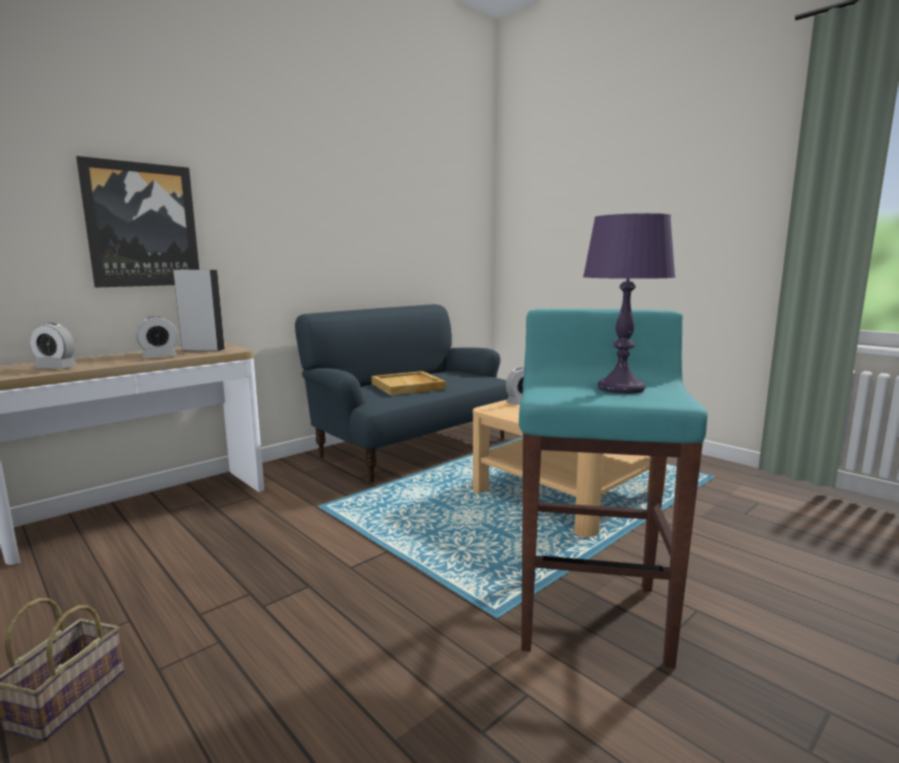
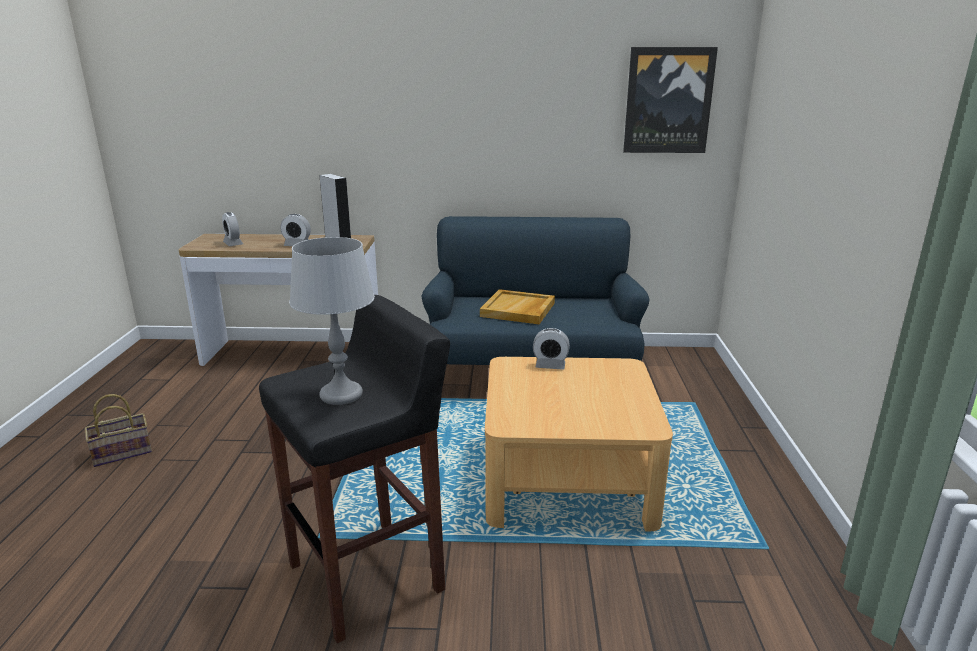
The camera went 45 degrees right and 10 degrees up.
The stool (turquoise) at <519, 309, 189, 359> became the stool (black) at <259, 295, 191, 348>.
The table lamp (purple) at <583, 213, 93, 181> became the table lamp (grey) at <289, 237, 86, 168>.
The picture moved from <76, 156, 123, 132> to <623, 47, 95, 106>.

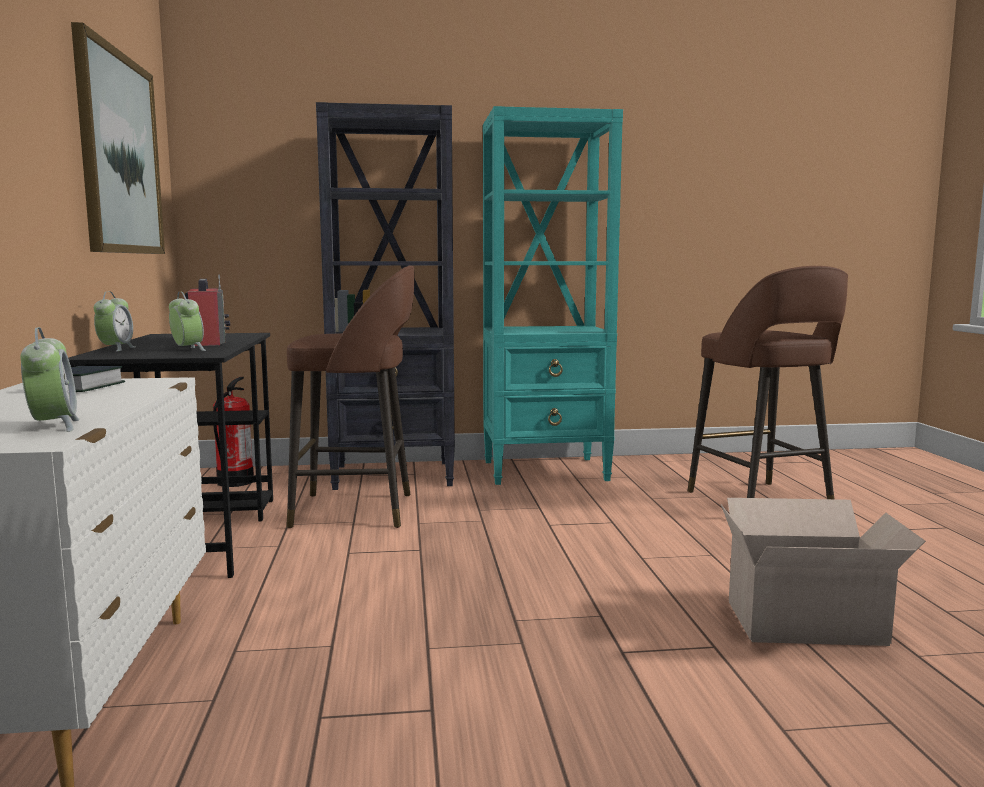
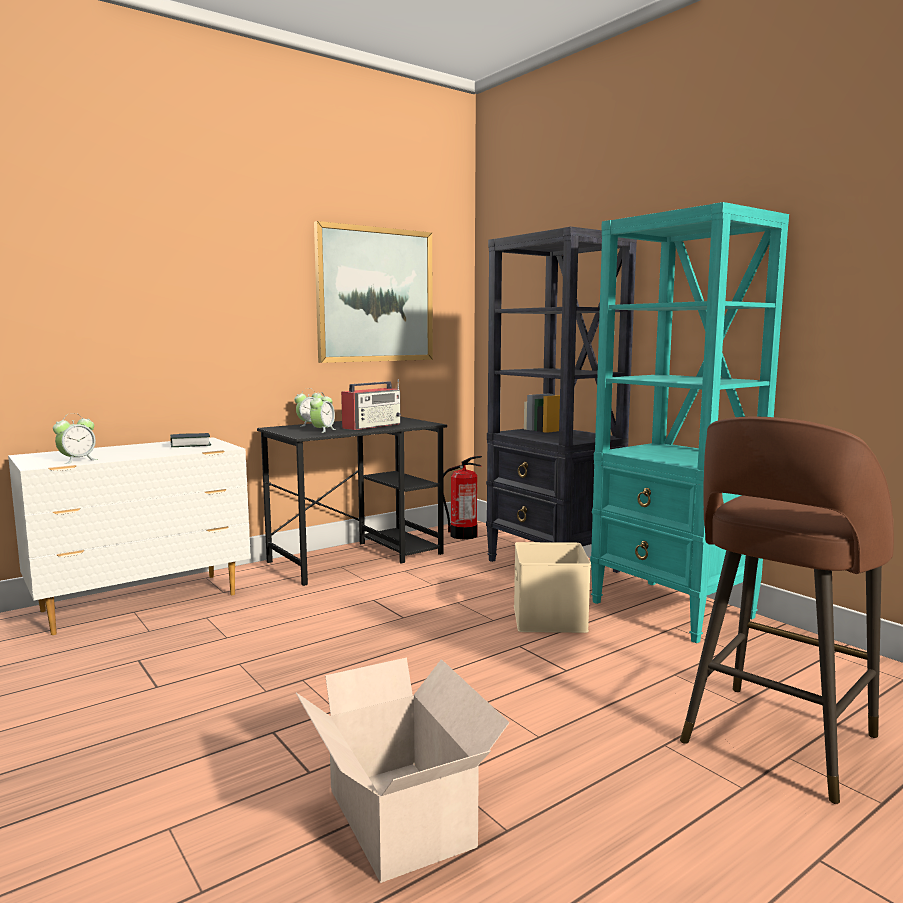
The camera went 60 degrees right and 0 degrees up.
The storage box (beige) at <514, 542, 77, 91> appeared.
The stool (brown) at <286, 266, 129, 262> disappeared.

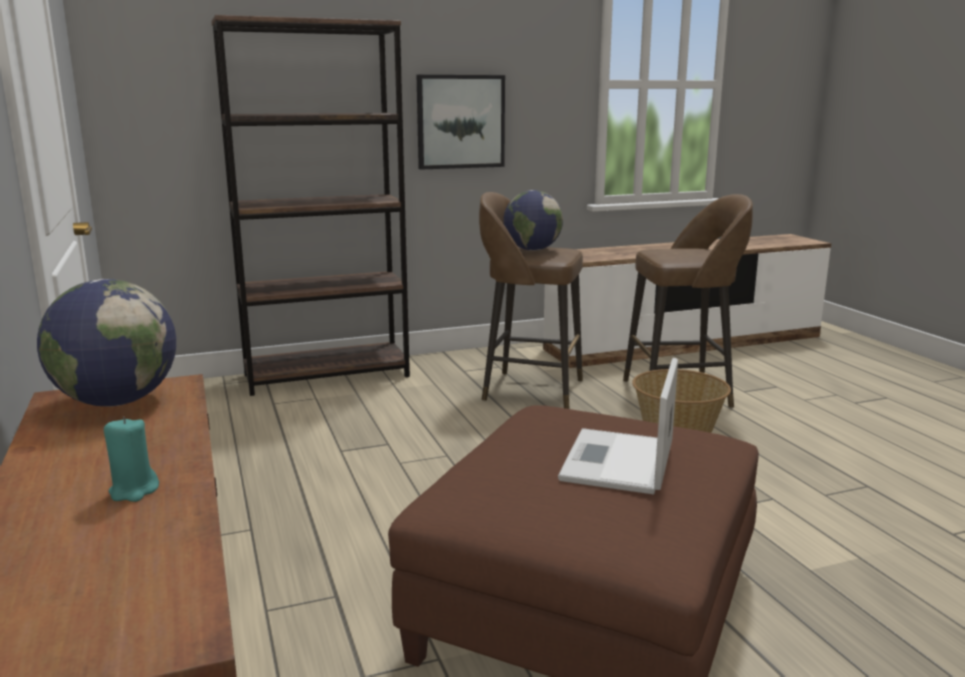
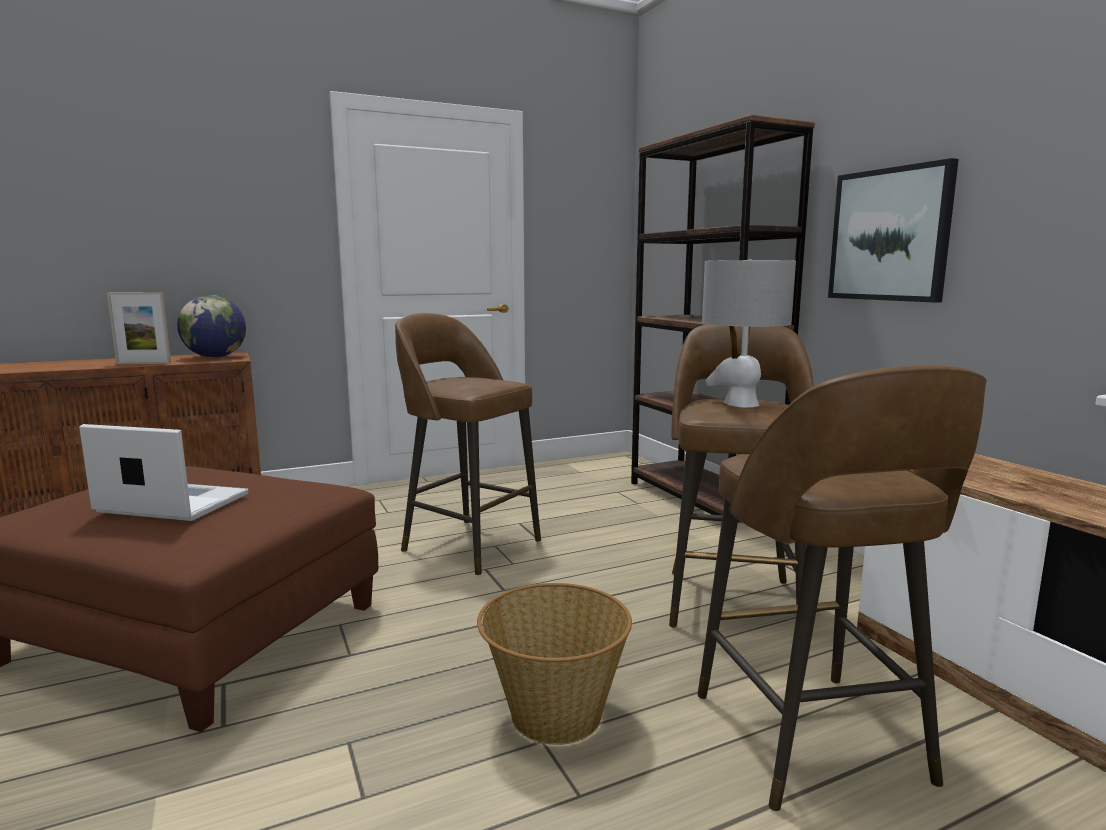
The camera went 85 degrees right and 5 degrees down.
The picture frame at <107, 292, 64, 72> appeared.
The stool (brown) at <395, 313, 146, 263> appeared.
The globe at <503, 190, 60, 61> was replaced by the table lamp (grey) at <702, 259, 94, 149>.
The candle (turquoise) at <104, 417, 55, 85> disappeared.

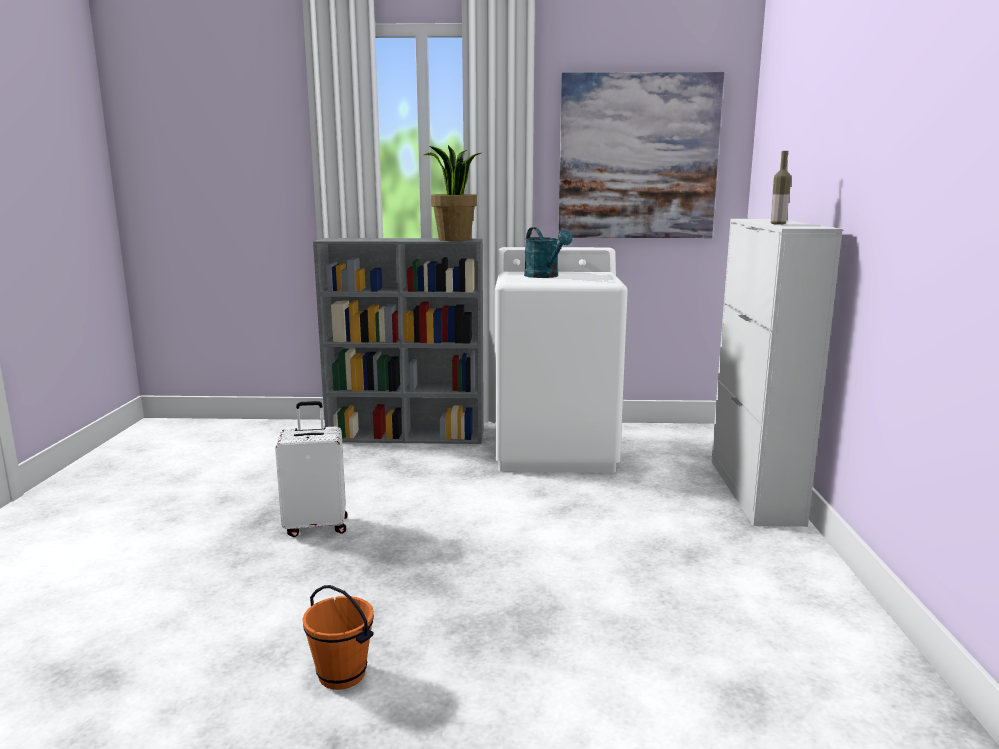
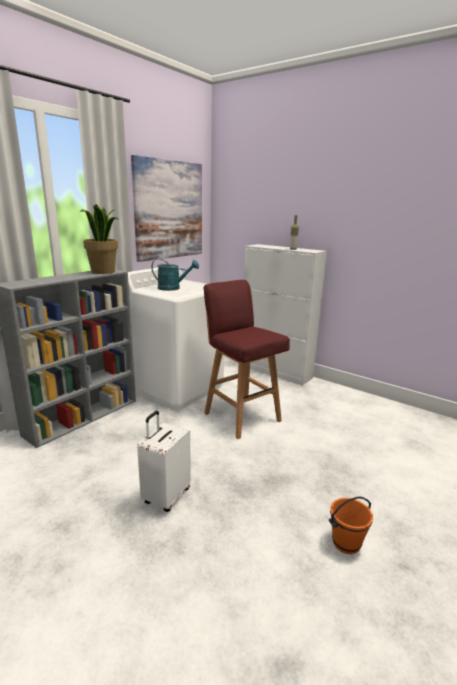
The camera went 55 degrees left and 5 degrees up.
The stool (red) at <203, 280, 87, 159> appeared.

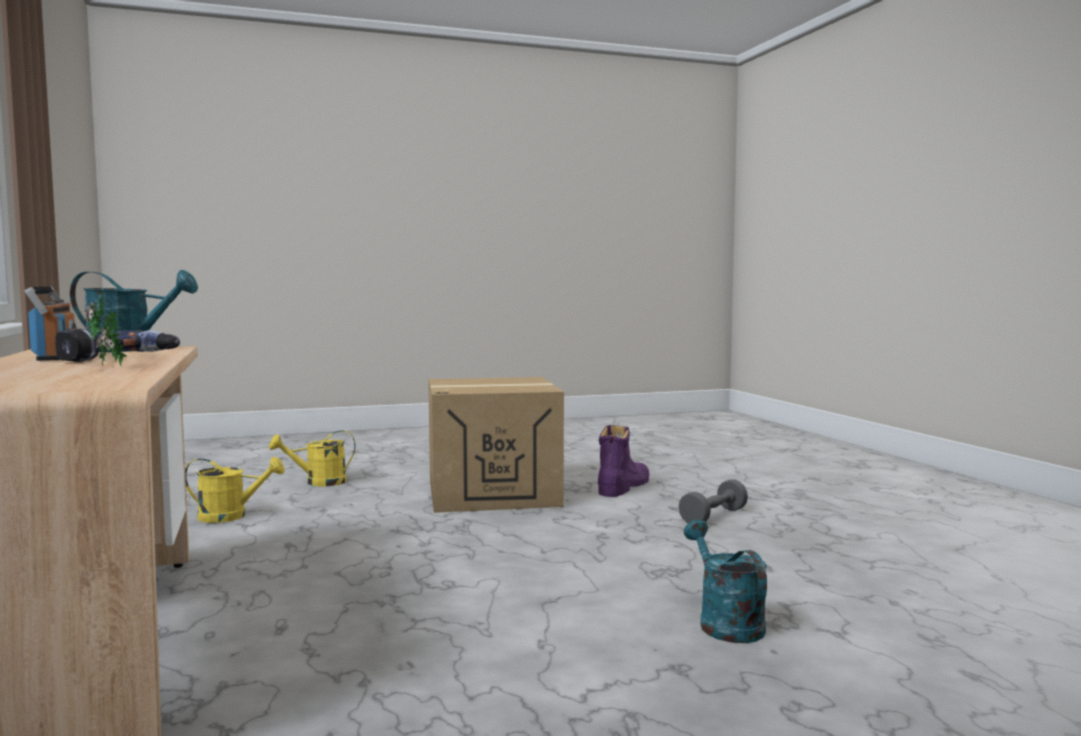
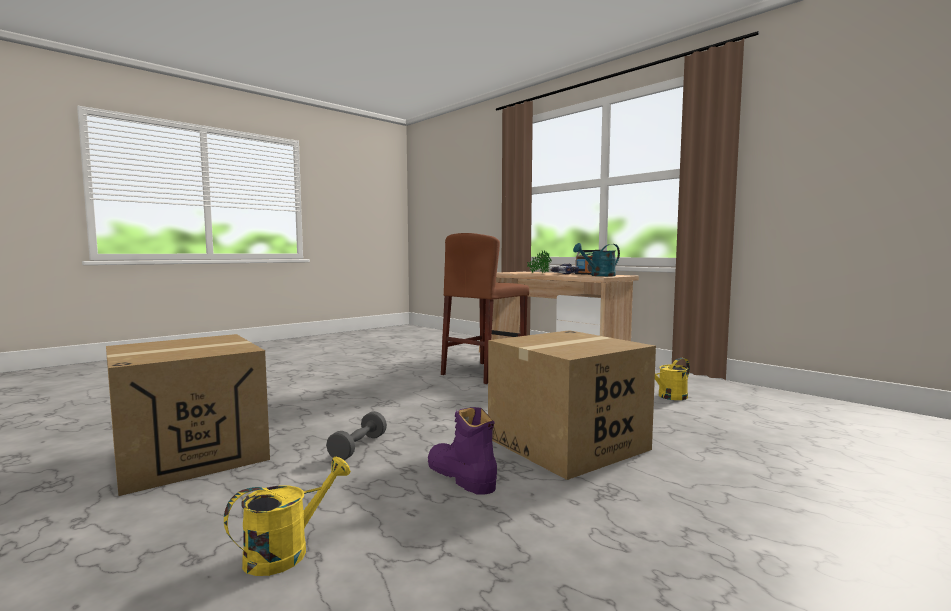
The camera went 155 degrees right and 0 degrees up.
The cardboard box at <106, 334, 164, 162> appeared.
The watering can (yellow) moved from <269, 430, 87, 56> to <224, 457, 127, 119>.
The boot (purple) at <598, 425, 51, 72> turned 135 degrees clockwise.
The stool (brown) at <441, 233, 88, 151> appeared.
The watering can (turquoise) at <684, 520, 83, 123> disappeared.

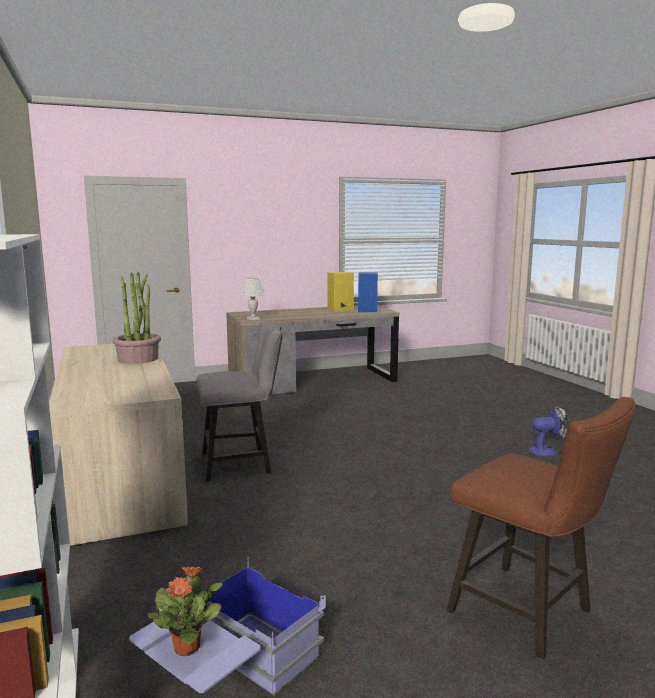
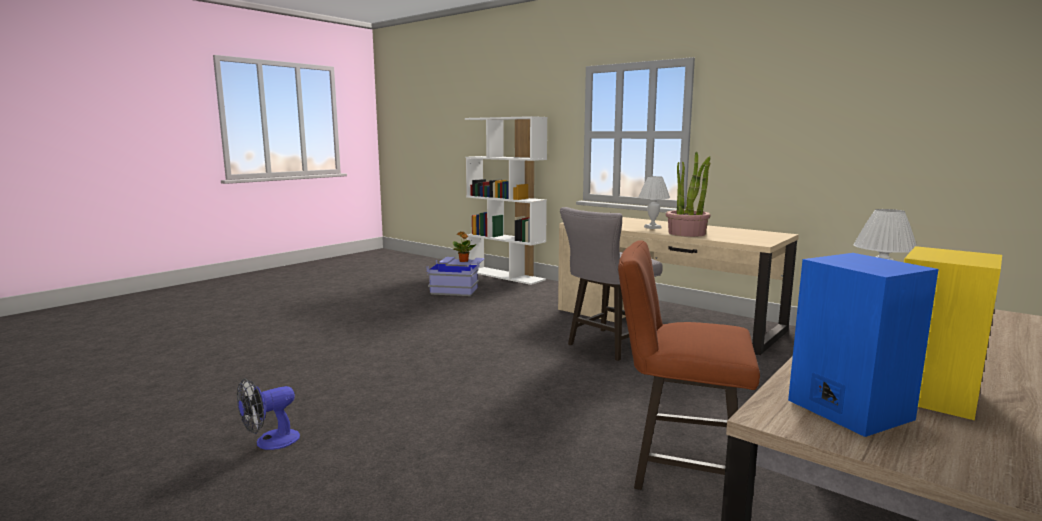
The camera went 150 degrees right and 0 degrees up.
The stool (brown) moved from <447, 397, 189, 262> to <618, 241, 142, 249>.
The table lamp (white) at <638, 176, 32, 53> appeared.

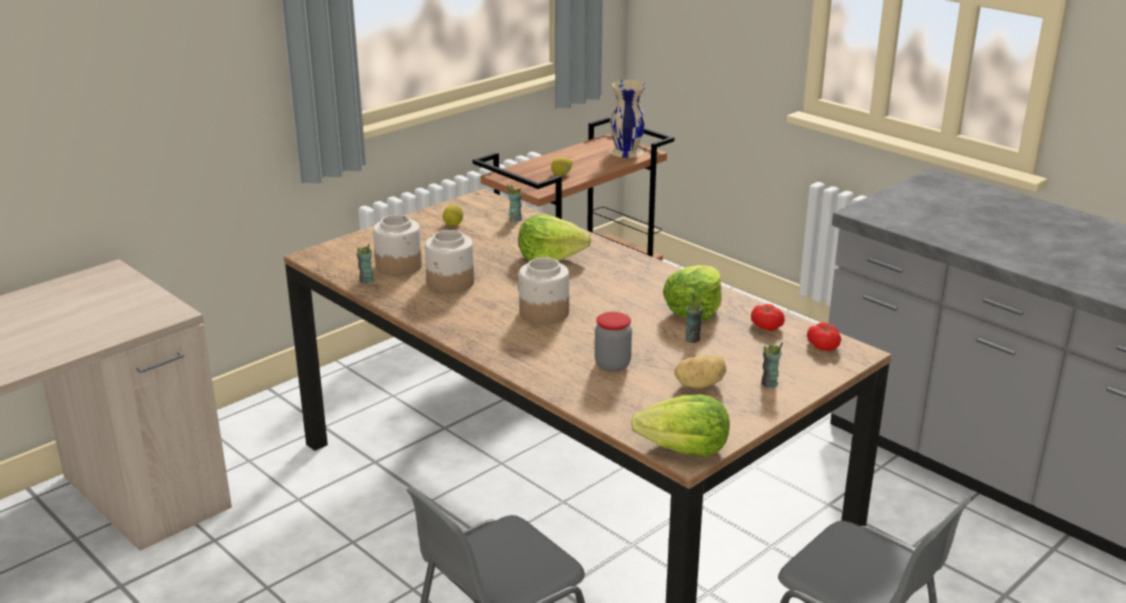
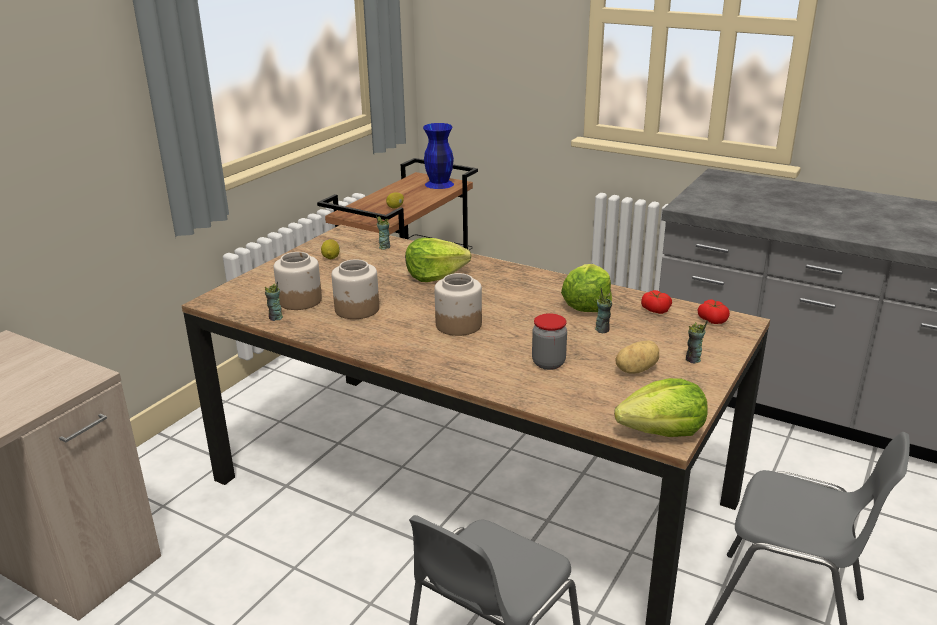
The camera went 15 degrees left and 0 degrees up.
The vase (beige) at <610, 80, 36, 78> became the vase (blue) at <423, 123, 31, 66>.

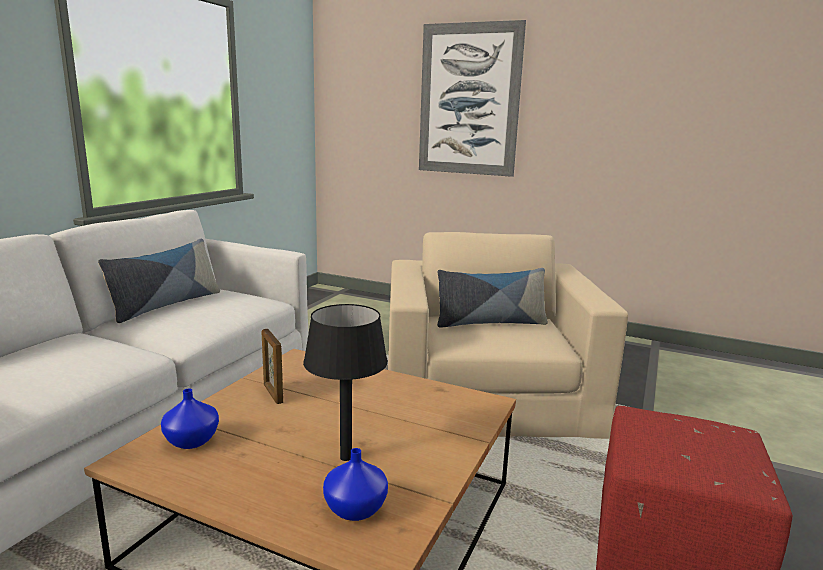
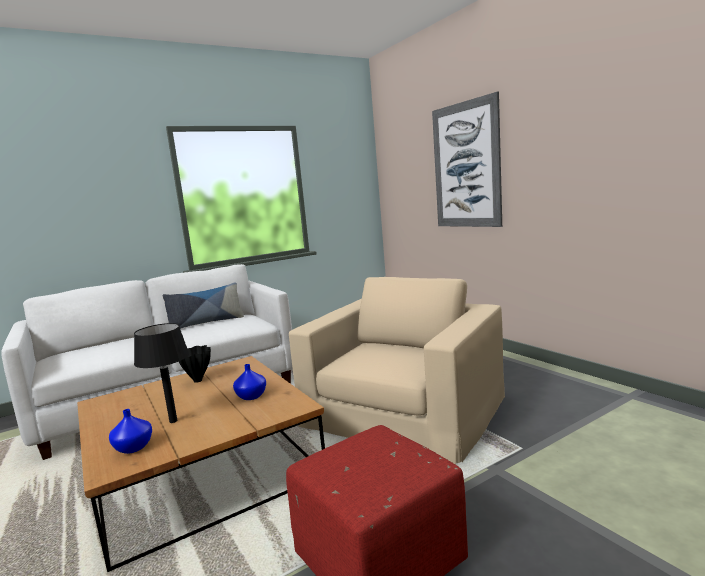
The camera went 35 degrees right and 5 degrees down.
The picture frame at <262, 329, 21, 75> was replaced by the vase (black) at <179, 345, 32, 38>.
The vase (blue) moved from <161, 389, 58, 60> to <233, 364, 33, 36>.
The pillow at <437, 268, 111, 60> disappeared.

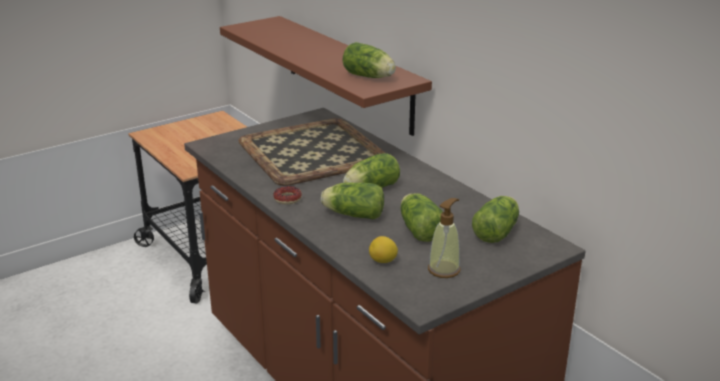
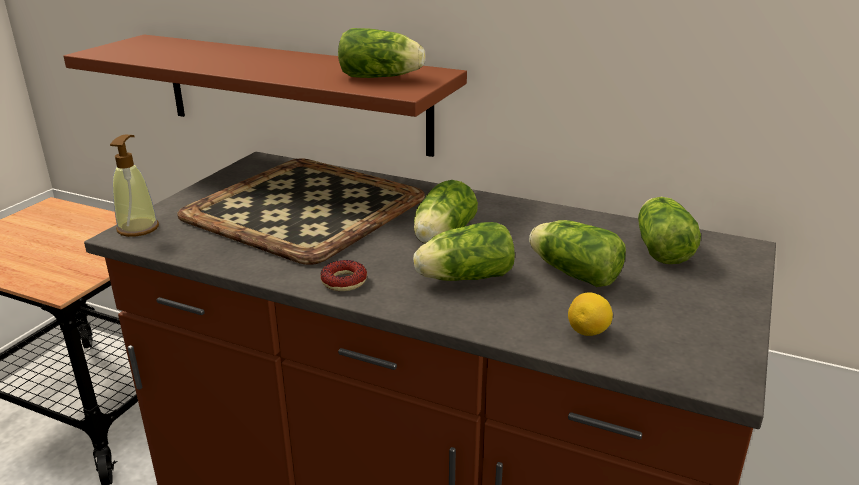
The camera went 30 degrees left and 0 degrees up.
The soap dispenser moved from <428, 198, 33, 80> to <110, 135, 49, 102>.

